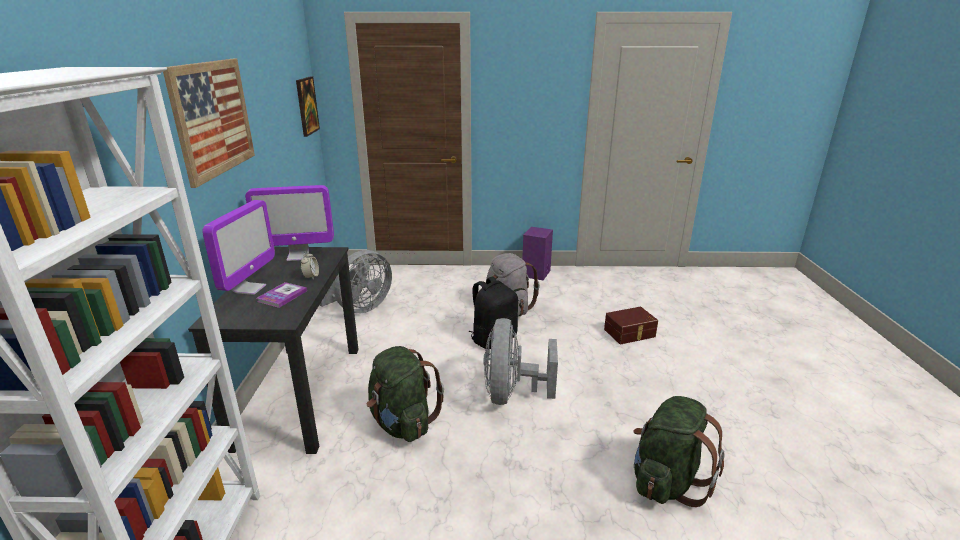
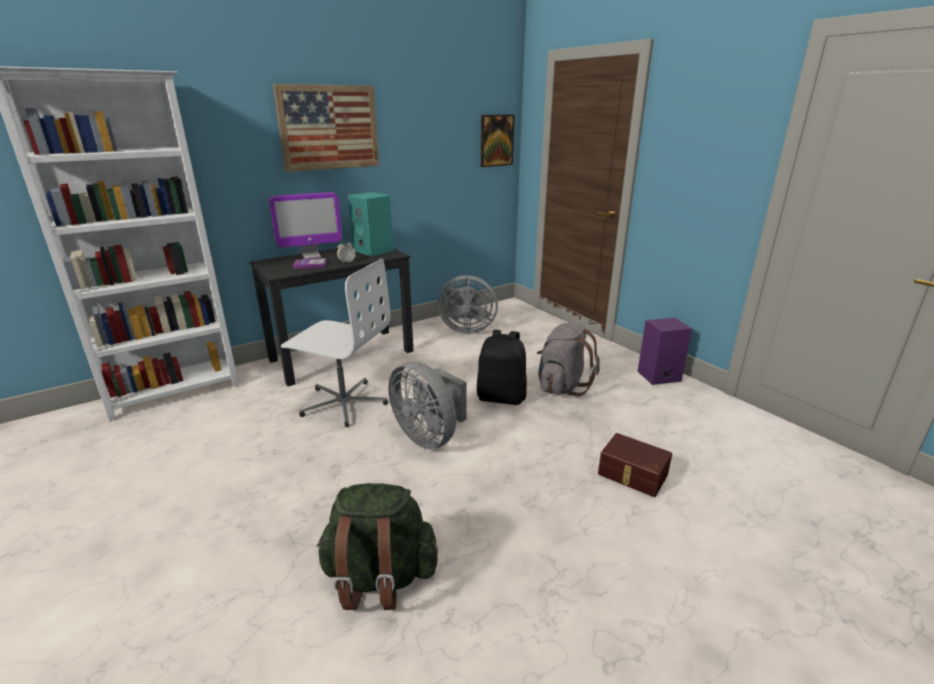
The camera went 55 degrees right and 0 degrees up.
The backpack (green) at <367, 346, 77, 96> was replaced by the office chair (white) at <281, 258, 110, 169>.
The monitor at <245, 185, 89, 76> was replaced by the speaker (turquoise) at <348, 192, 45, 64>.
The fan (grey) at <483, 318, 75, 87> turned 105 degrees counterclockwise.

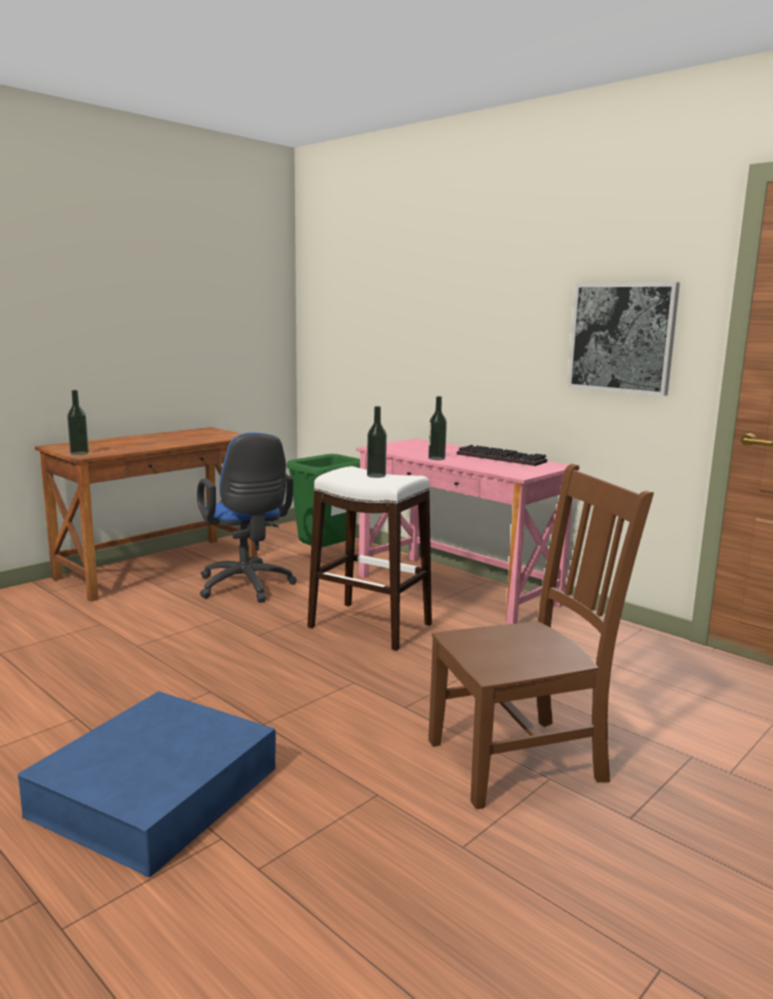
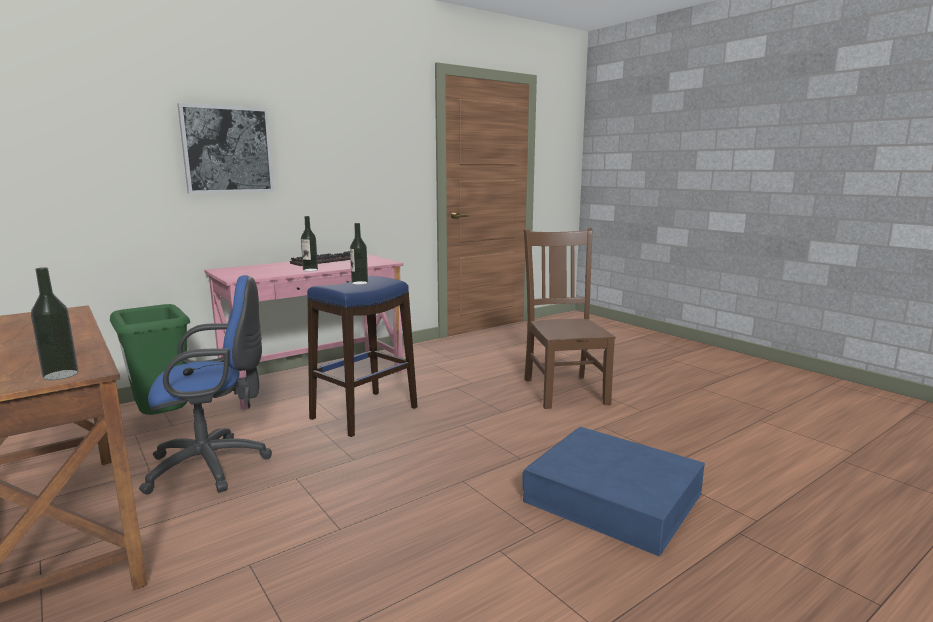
The camera went 80 degrees left and 0 degrees up.
The picture moved from <568, 282, 112, 114> to <177, 103, 97, 90>.
The stool (white) at <307, 466, 125, 185> became the stool (blue) at <307, 276, 111, 161>.

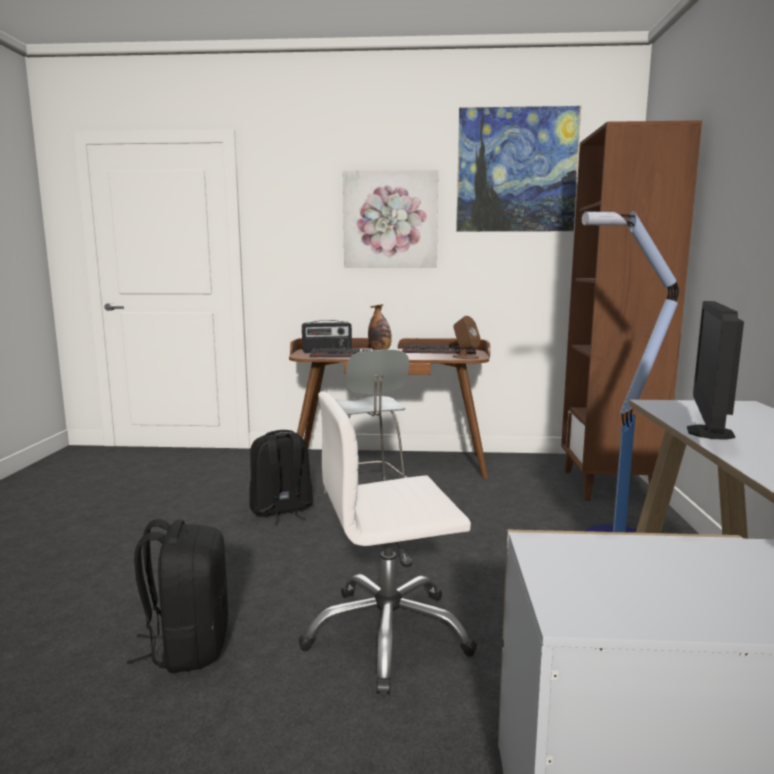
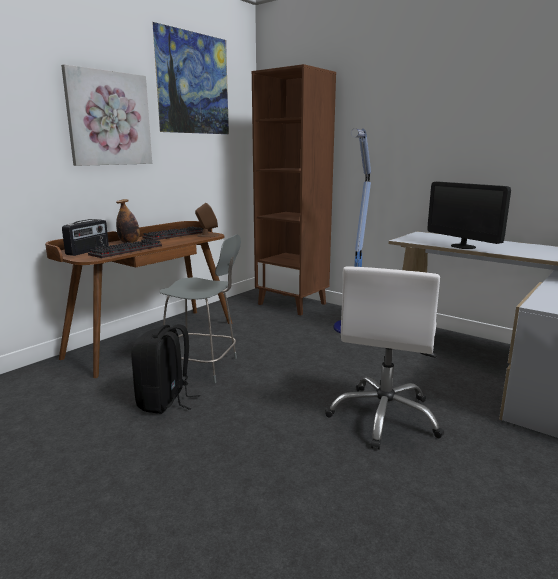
The camera went 55 degrees left and 5 degrees up.
The backpack (black) at <127, 519, 101, 154> disappeared.

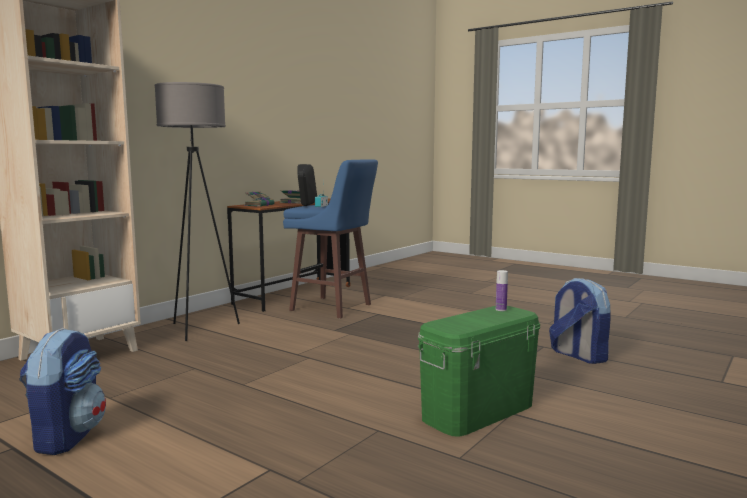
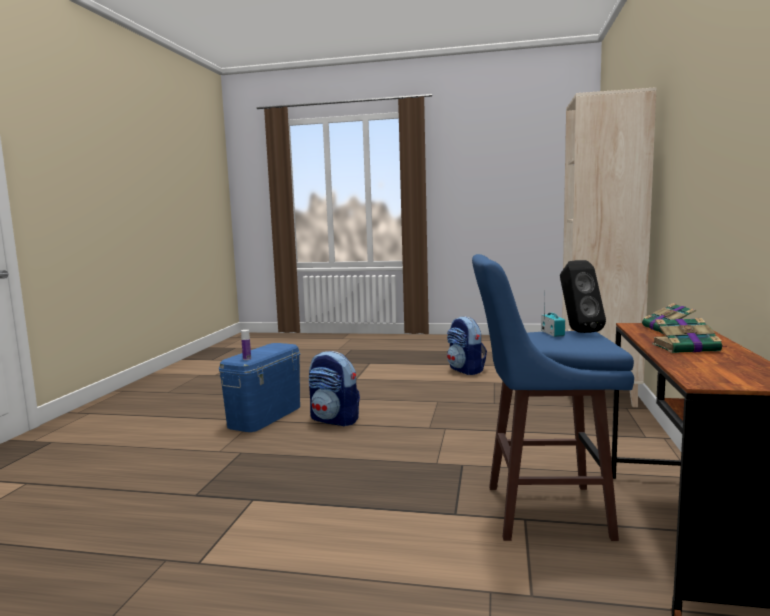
The camera went 155 degrees right and 0 degrees up.
The storage box (green) at <418, 306, 122, 131> became the storage box (blue) at <219, 343, 81, 89>.
The backpack moved from <549, 278, 62, 86> to <309, 351, 51, 76>.
The floor lamp (grey) at <154, 82, 86, 259> disappeared.

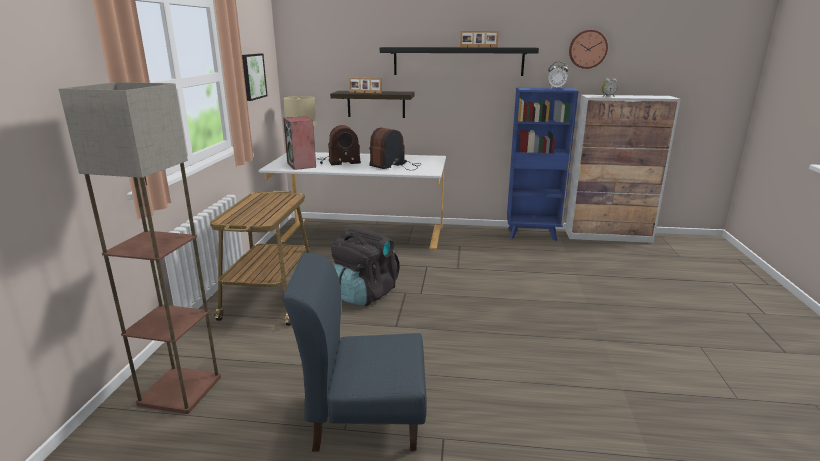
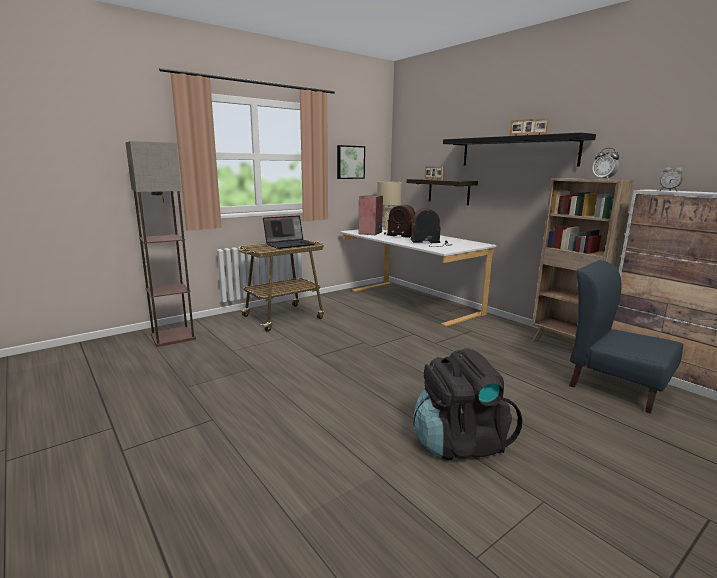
The camera went 45 degrees right and 5 degrees down.
The laptop at <263, 215, 52, 34> appeared.
The backpack (black) moved from <331, 226, 68, 80> to <413, 348, 109, 112>.
The bookcase (blue) at <507, 87, 72, 154> became the bookcase (brown) at <532, 178, 102, 164>.
The chair (blue) moved from <283, 253, 144, 199> to <569, 260, 114, 154>.
The wall clock at <569, 30, 39, 39> disappeared.

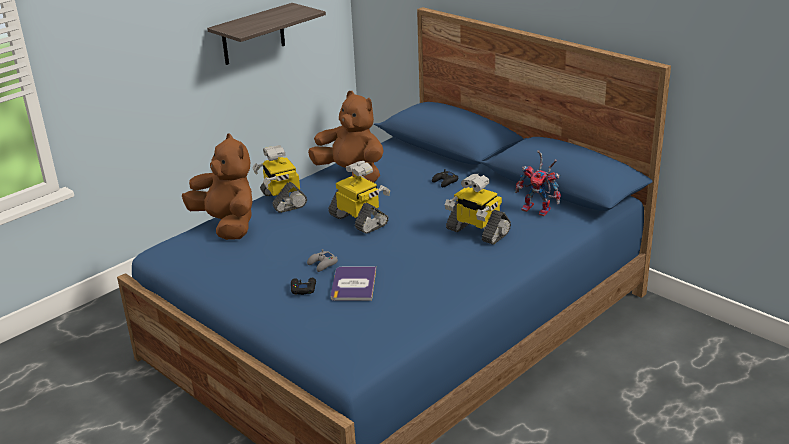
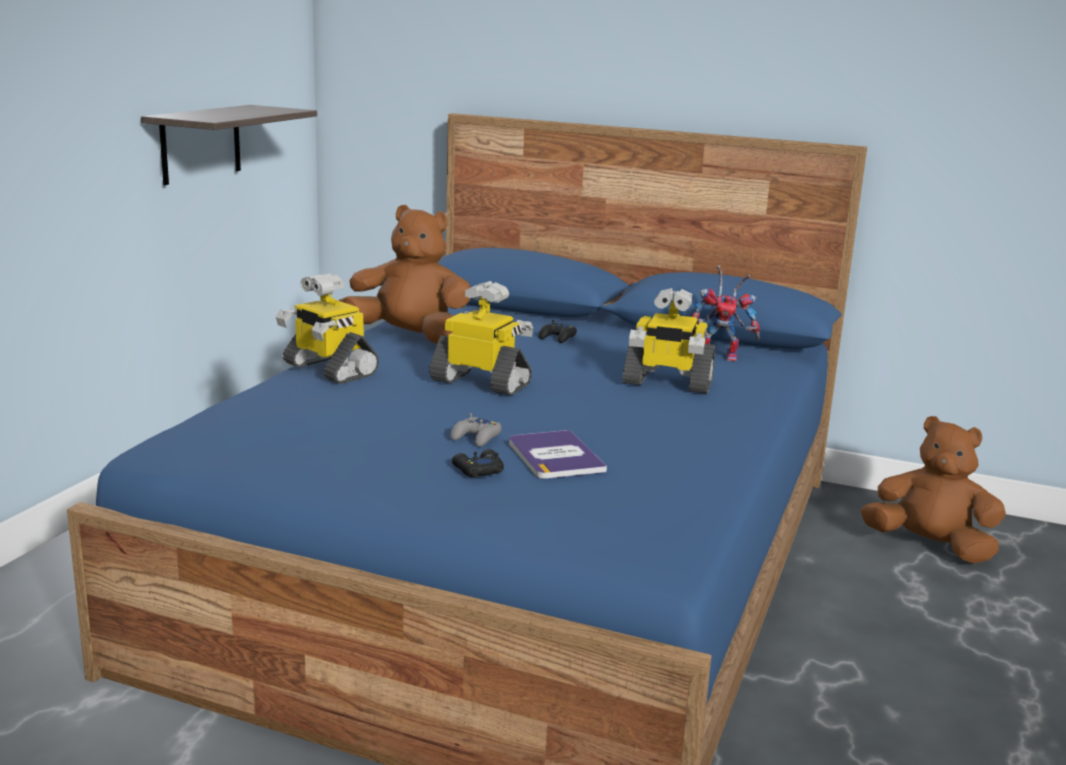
The camera went 25 degrees left and 10 degrees down.
The plush toy (brown) moved from <182, 133, 70, 107> to <861, 416, 145, 147>.

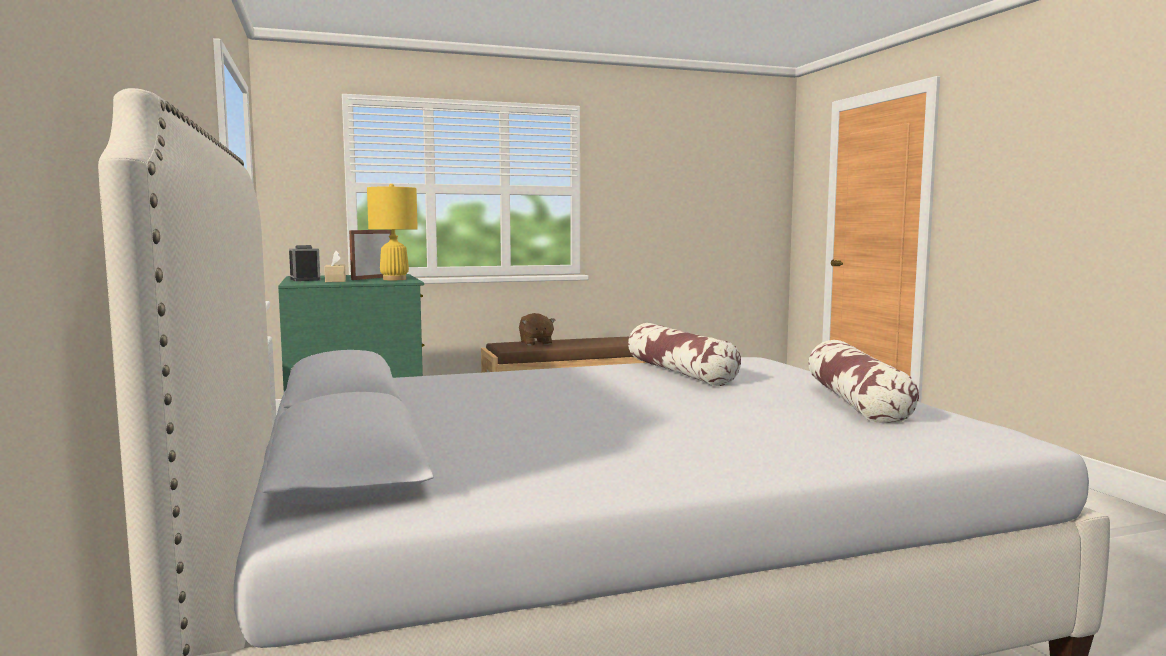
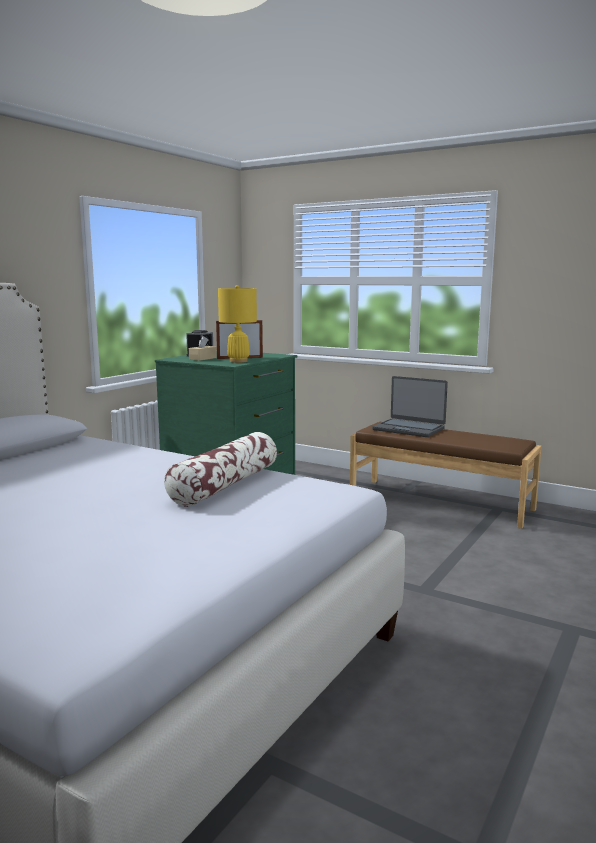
The camera went 50 degrees right and 5 degrees up.
The plush toy (brown) at <519, 313, 36, 33> was replaced by the laptop at <372, 376, 76, 61>.
The pillow at <808, 340, 111, 83> disappeared.

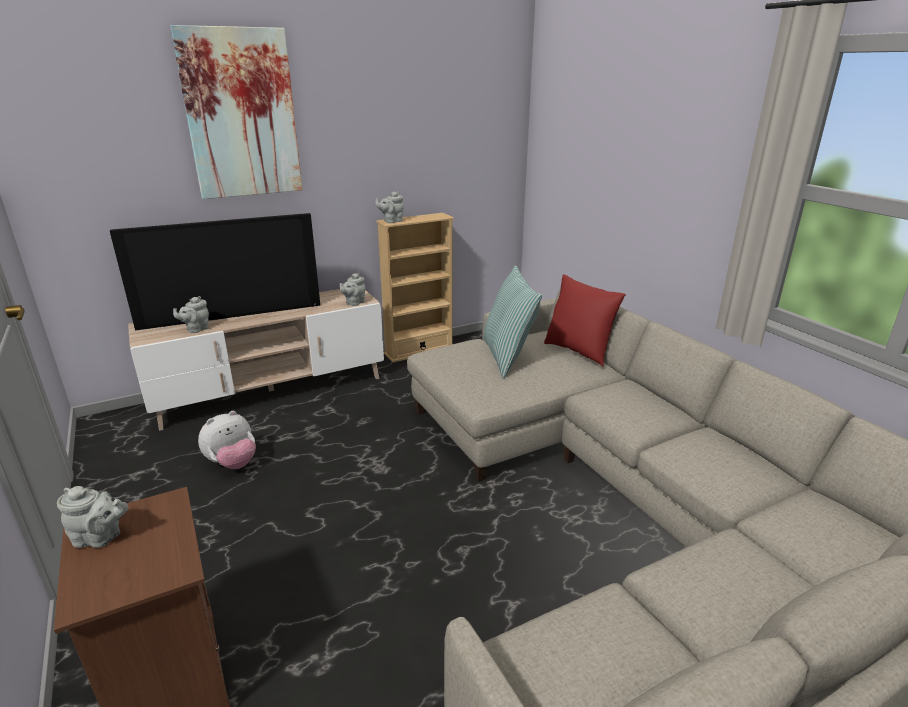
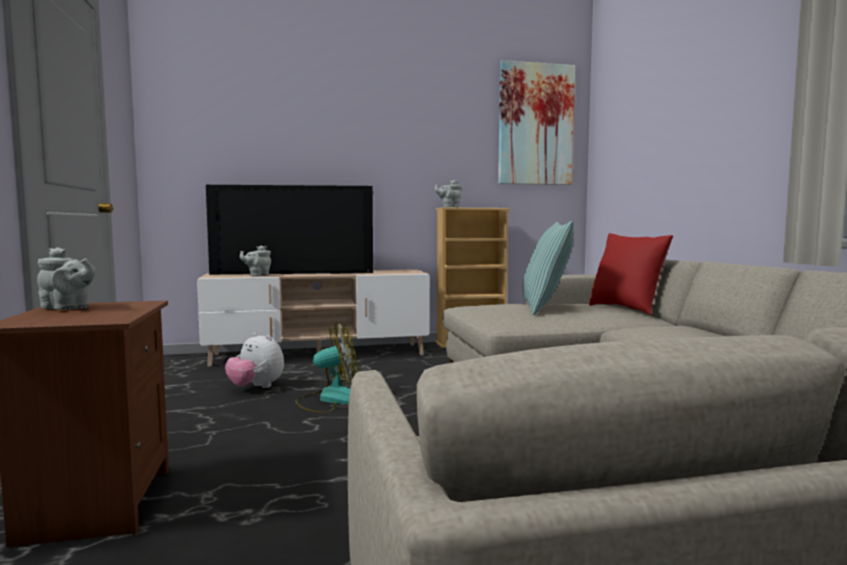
The camera went 15 degrees right and 20 degrees down.
The plush toy at <198, 411, 58, 58> turned 60 degrees clockwise.
The fan at <296, 322, 63, 91> appeared.
The picture moved from <170, 25, 133, 174> to <498, 60, 77, 125>.
The teapot (grey) at <340, 273, 26, 33> disappeared.

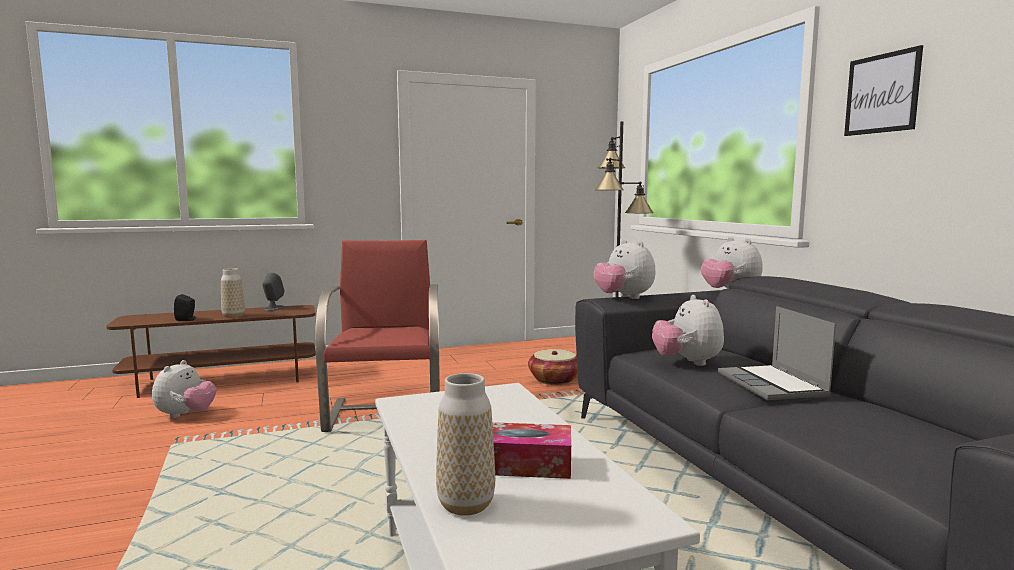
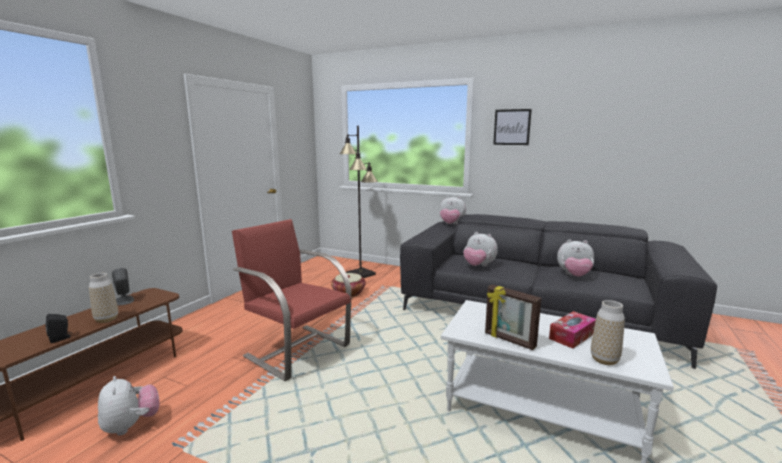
The camera went 45 degrees left and 5 degrees up.
The picture frame at <485, 284, 56, 66> appeared.
The plush toy moved from <594, 240, 61, 59> to <557, 239, 37, 38>.
The laptop at <718, 306, 118, 94> disappeared.

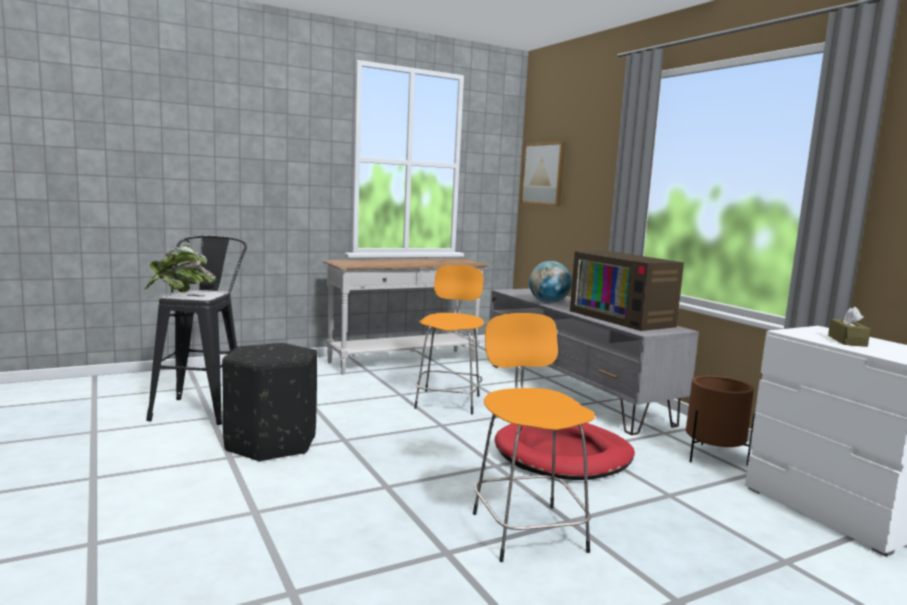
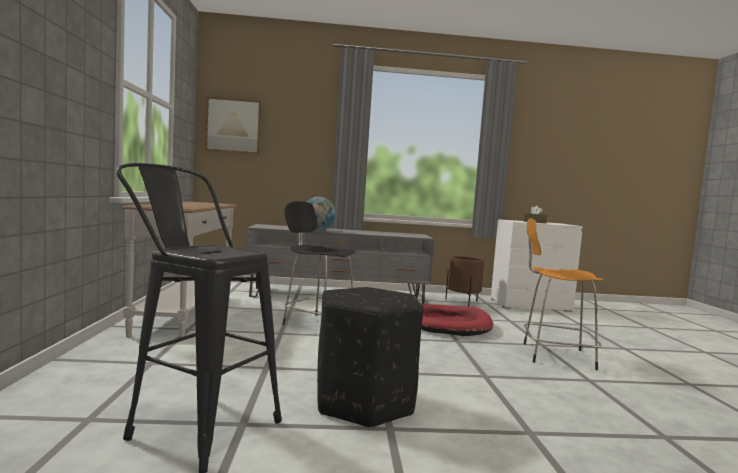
The camera went 65 degrees left and 5 degrees down.
The stool (orange) at <414, 265, 70, 149> became the stool (black) at <282, 201, 73, 124>.
The potted plant at <144, 240, 72, 52> disappeared.
The television at <570, 251, 114, 80> disappeared.

